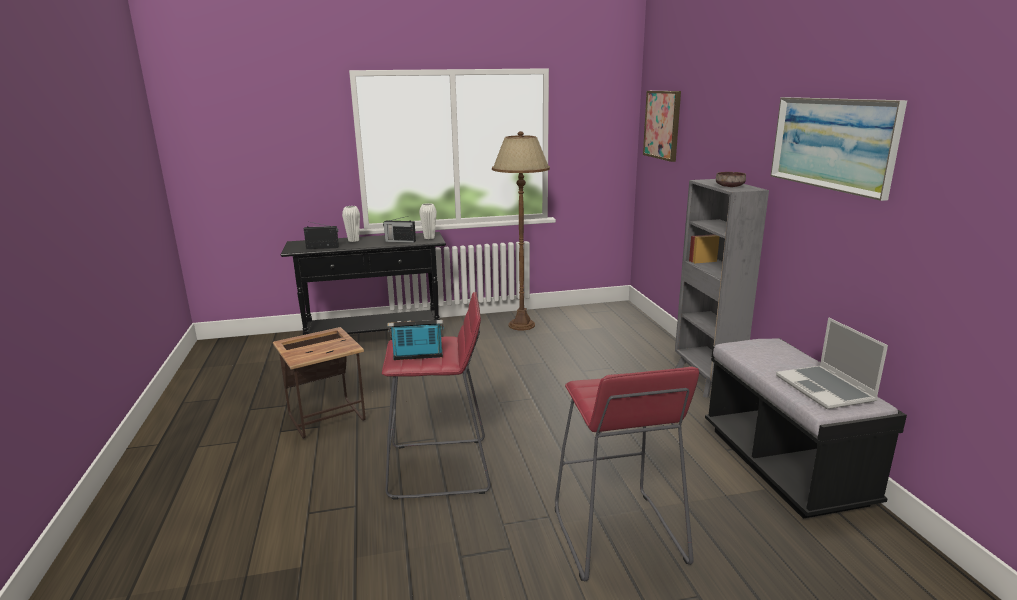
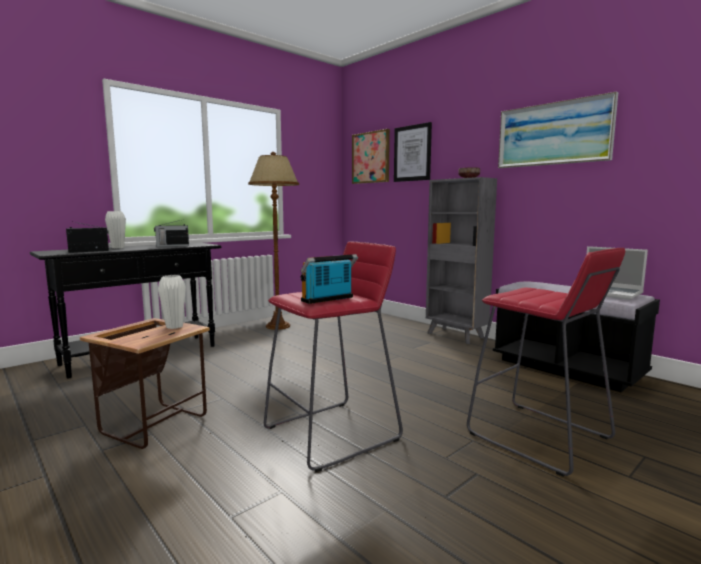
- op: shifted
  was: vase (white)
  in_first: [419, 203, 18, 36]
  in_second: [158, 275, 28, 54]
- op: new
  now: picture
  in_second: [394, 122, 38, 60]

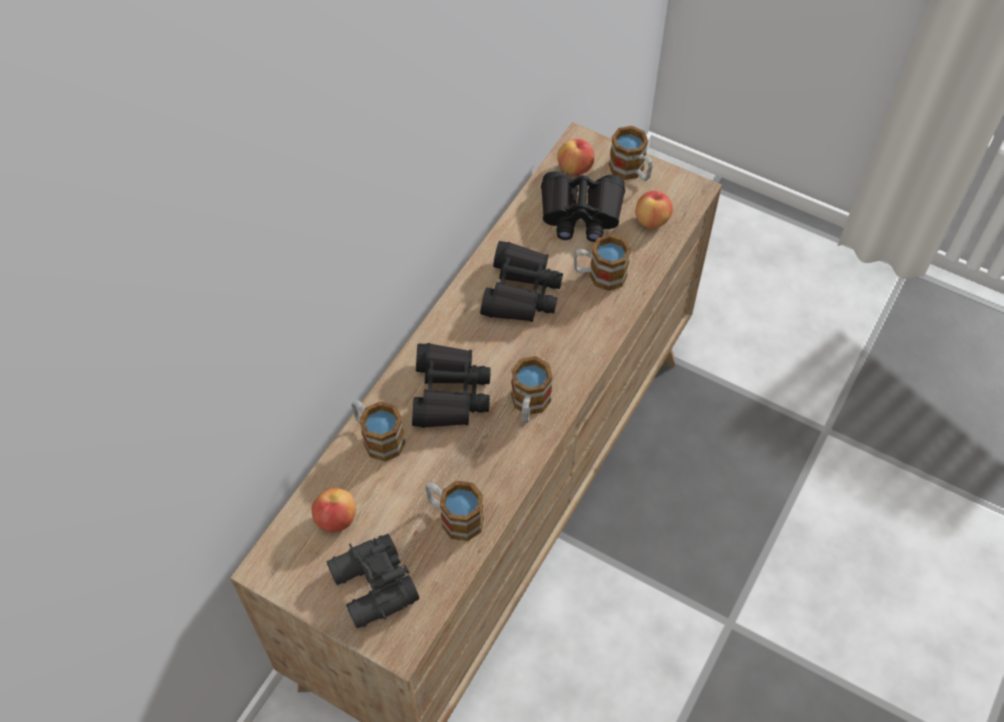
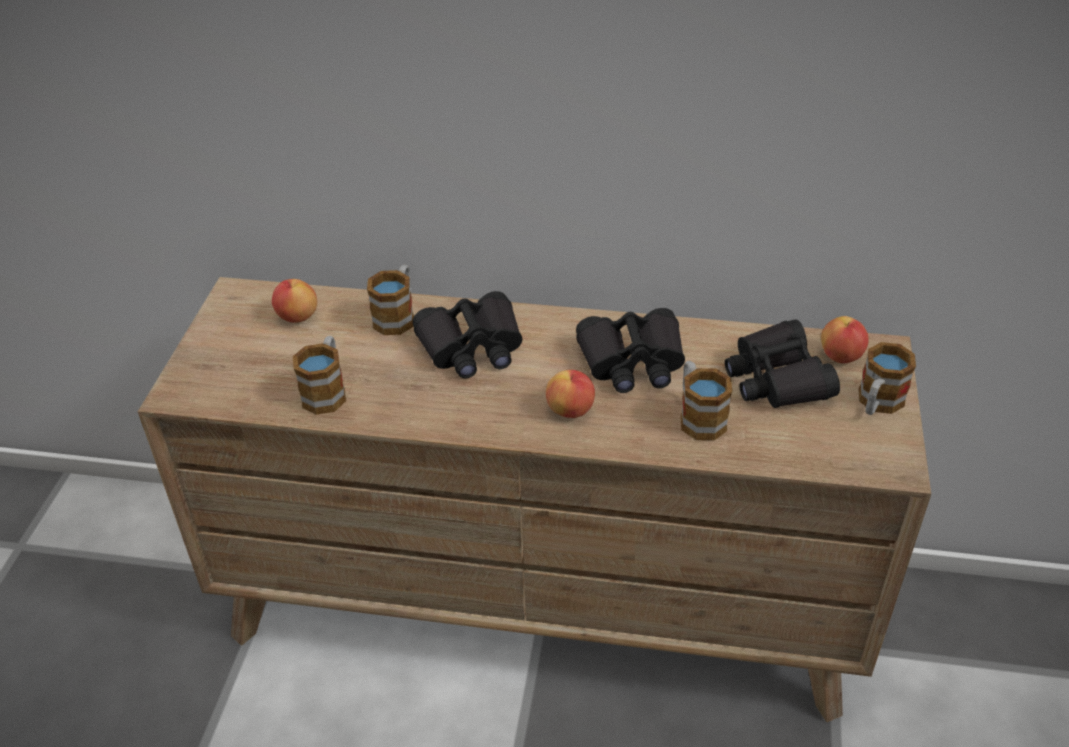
- op: shifted
  was: apple
  in_first: [635, 191, 38, 38]
  in_second: [546, 370, 49, 48]
- op: gone
  was: binoculars (black)
  in_first: [327, 534, 92, 94]
- op: gone
  was: mug
  in_first: [511, 356, 42, 67]

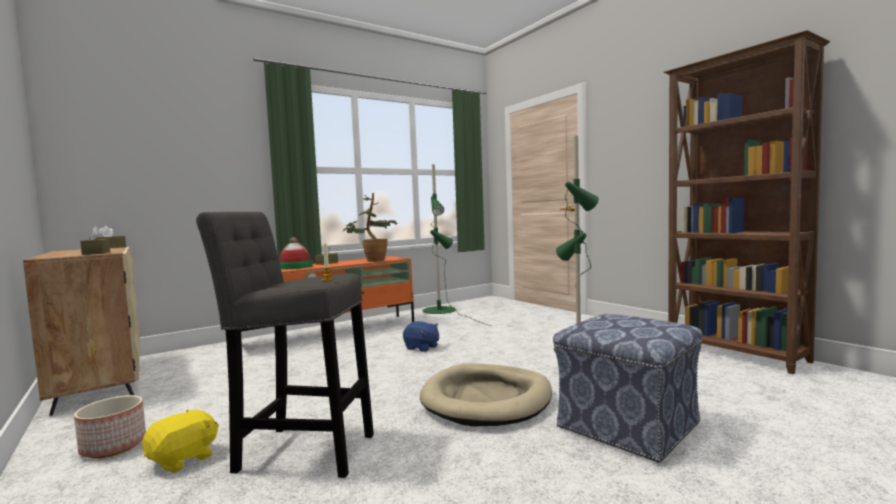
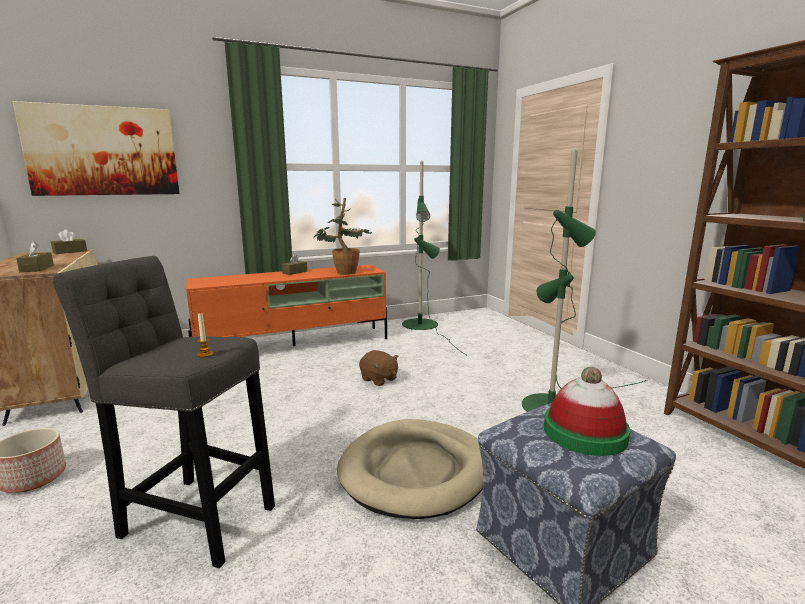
- op: new
  now: picture
  in_second: [13, 101, 167, 95]
- op: repainted
  was: plush toy (blue)
  now: plush toy (brown)
  in_first: [403, 321, 36, 31]
  in_second: [359, 350, 40, 36]
- op: shifted
  was: hat
  in_first: [279, 237, 34, 32]
  in_second: [544, 367, 86, 89]
- op: gone
  was: plush toy (yellow)
  in_first: [142, 409, 77, 63]

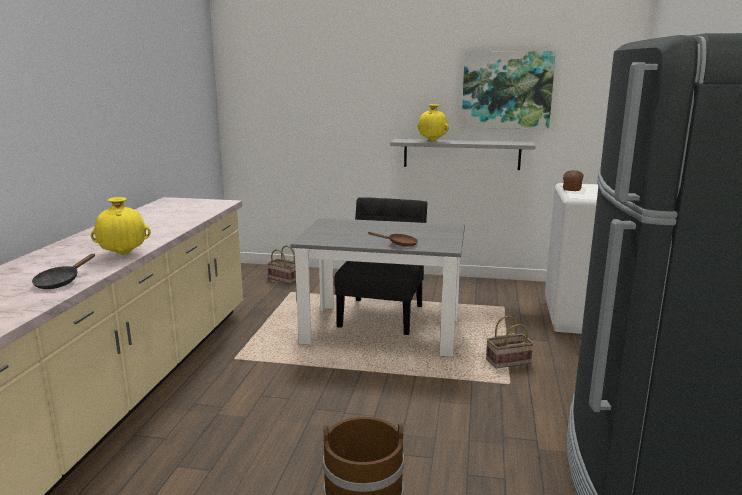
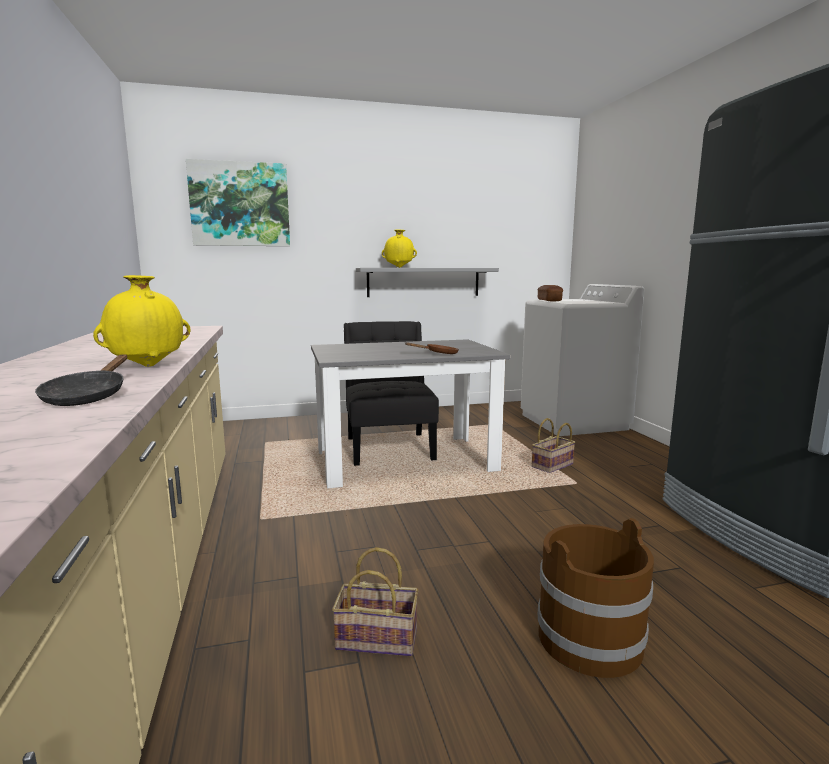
- op: shifted
  was: picture
  in_first: [461, 51, 95, 78]
  in_second: [186, 159, 104, 87]
- op: shifted
  was: basket
  in_first: [267, 245, 29, 39]
  in_second: [332, 547, 86, 109]

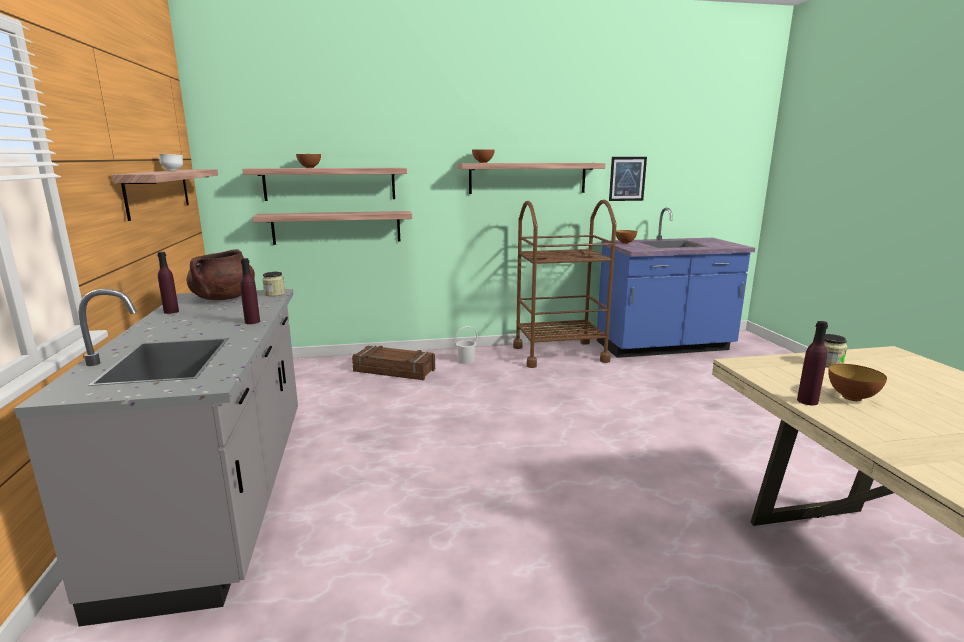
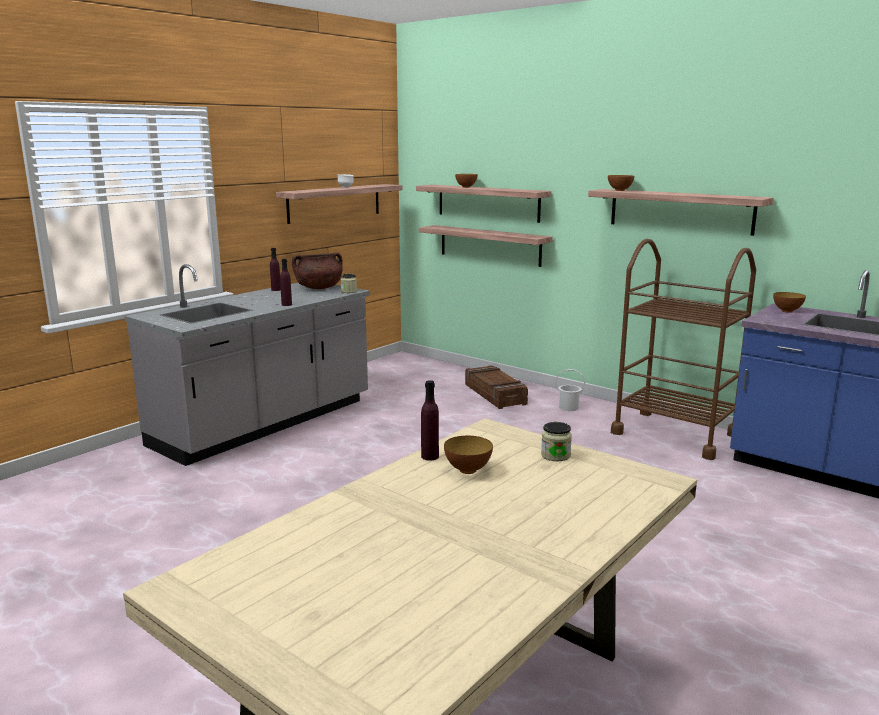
- op: gone
  was: picture
  in_first: [609, 157, 38, 44]

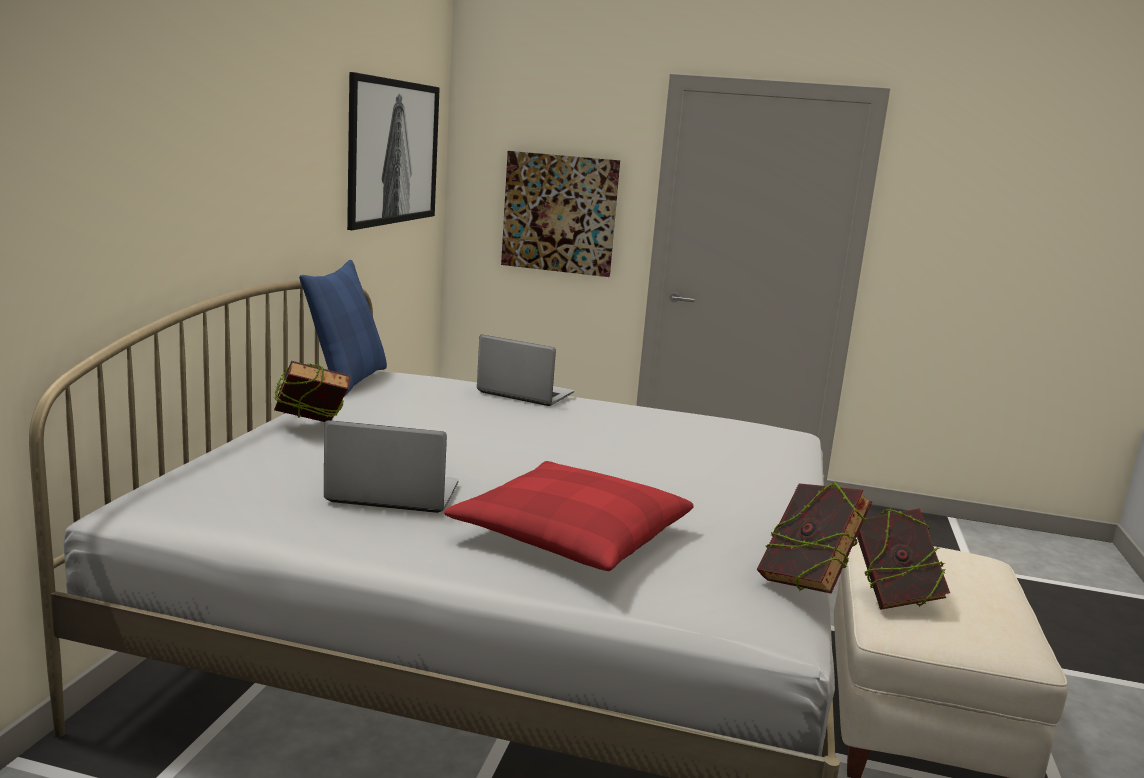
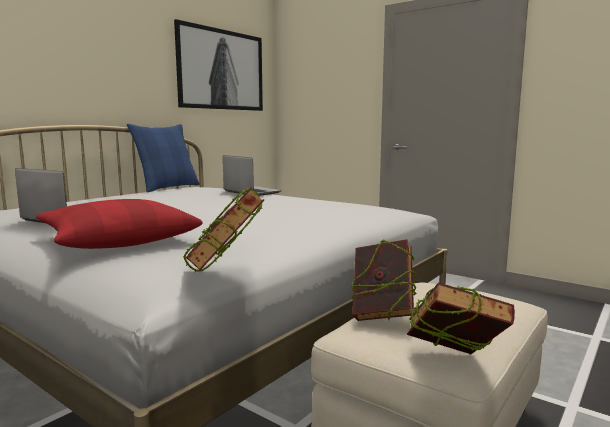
- op: shifted
  was: book
  in_first: [274, 361, 77, 61]
  in_second: [407, 283, 108, 71]
- op: gone
  was: picture
  in_first: [501, 151, 119, 126]

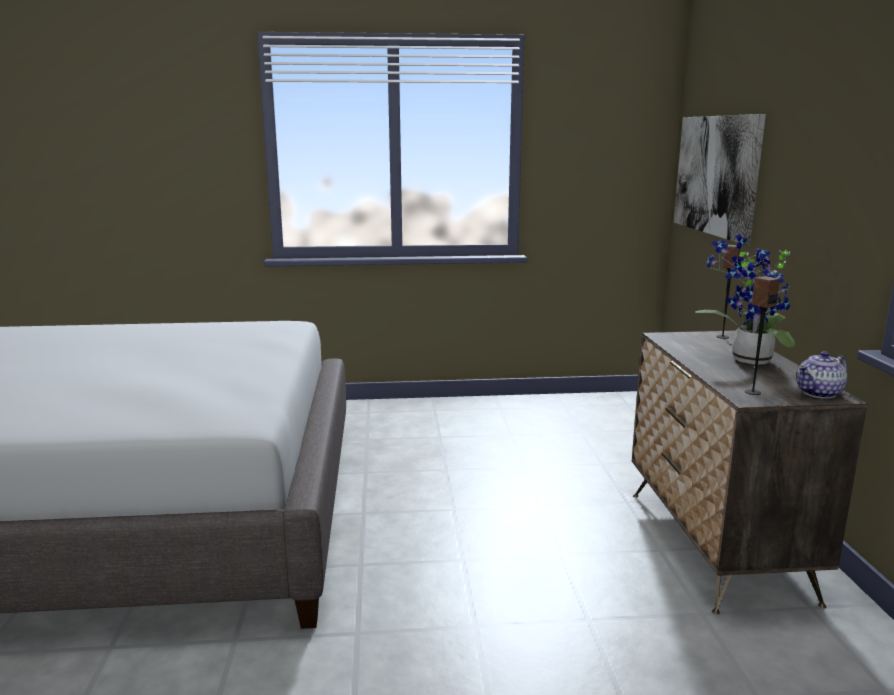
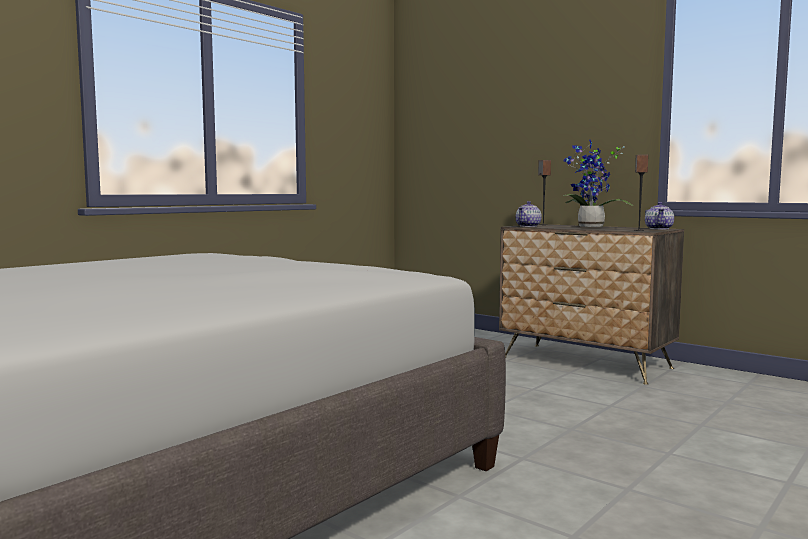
- op: new
  now: teapot
  in_second: [516, 201, 26, 26]
- op: gone
  was: picture
  in_first: [674, 114, 92, 131]

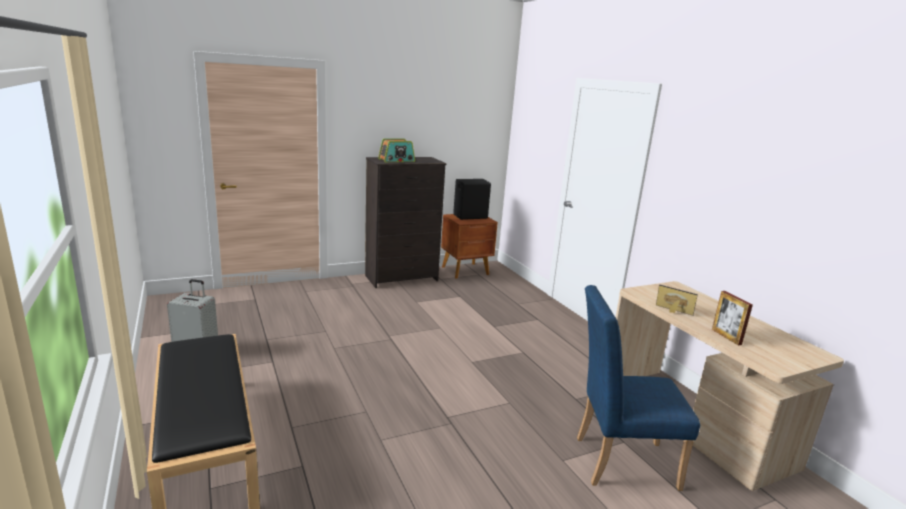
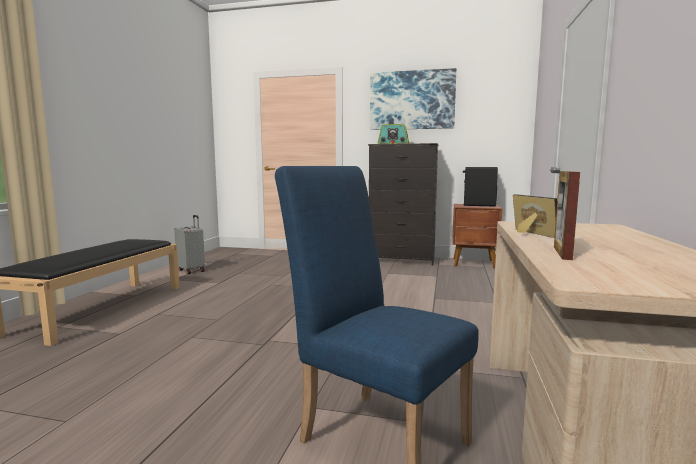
- op: new
  now: picture
  in_second: [370, 68, 86, 62]

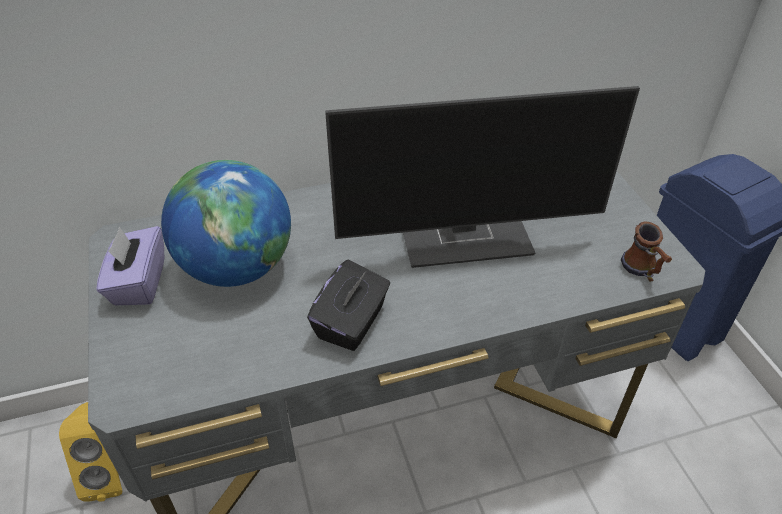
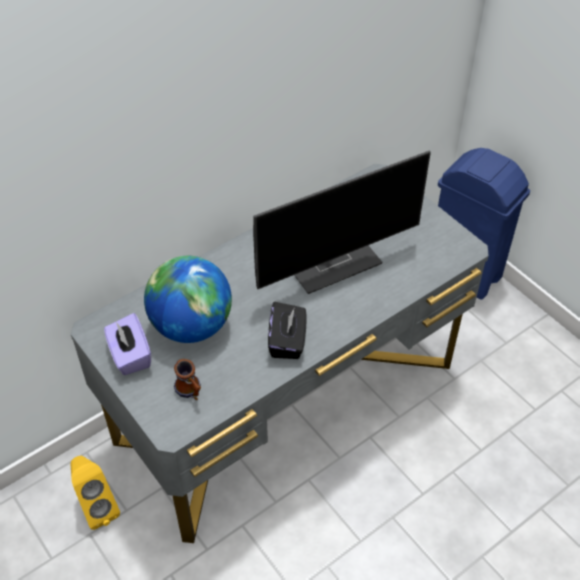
- op: shifted
  was: mug
  in_first: [621, 221, 51, 61]
  in_second: [174, 359, 27, 41]

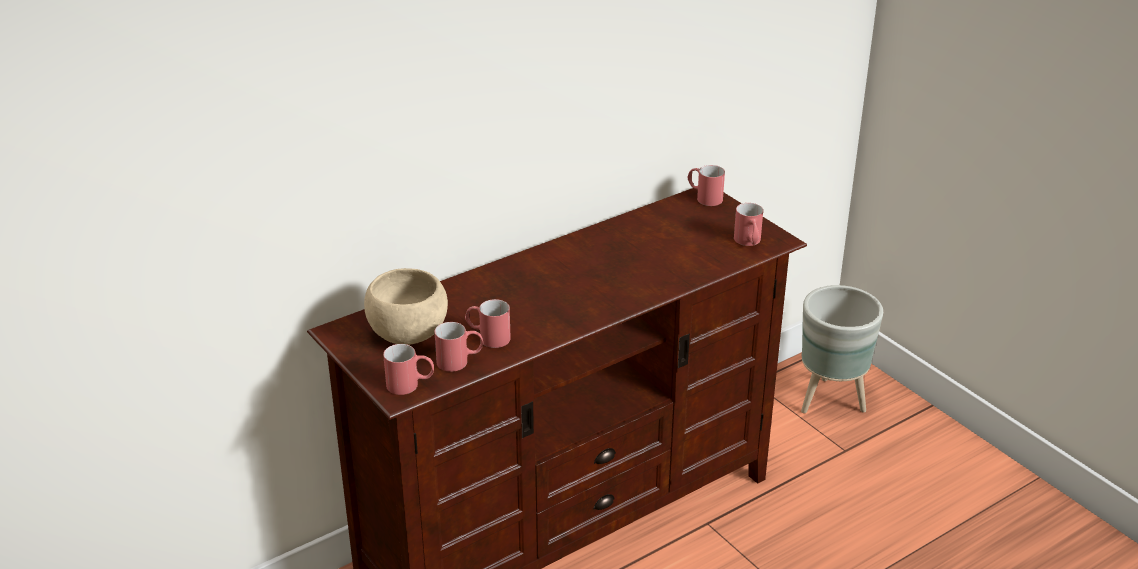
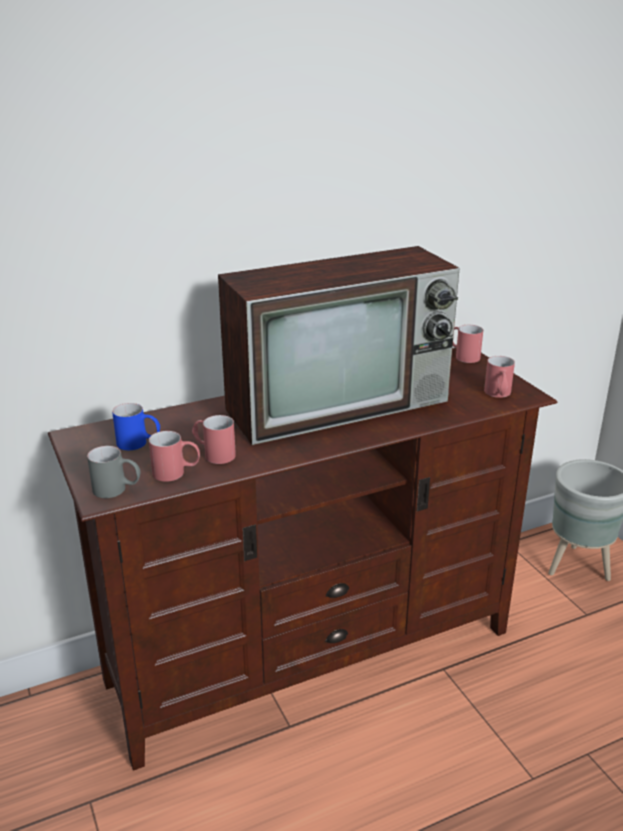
- op: repainted
  was: mug (red)
  now: mug (grey)
  in_first: [383, 344, 51, 51]
  in_second: [87, 446, 54, 52]
- op: swapped
  was: bowl (beige)
  now: mug (blue)
  in_first: [364, 268, 84, 77]
  in_second: [112, 403, 48, 47]
- op: new
  now: television
  in_second: [218, 246, 241, 199]

